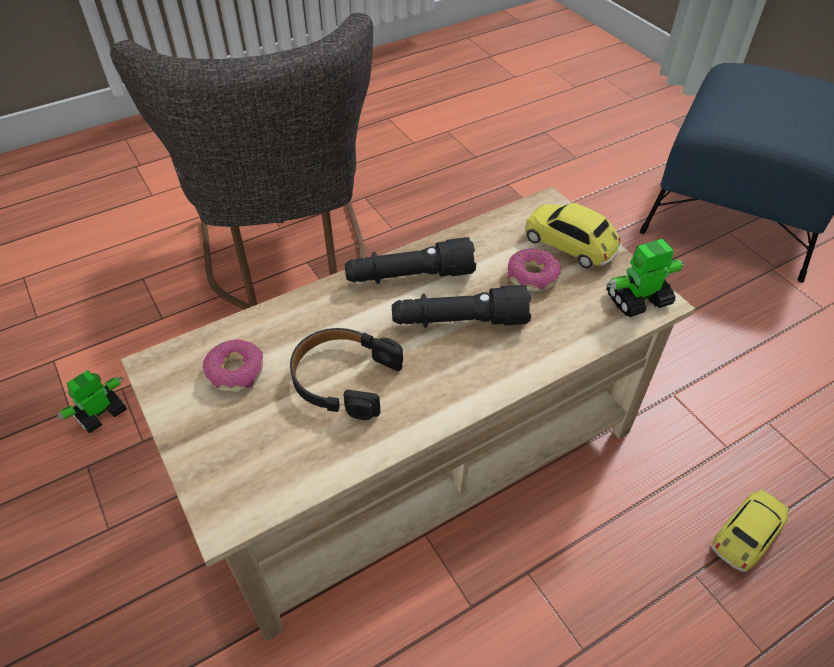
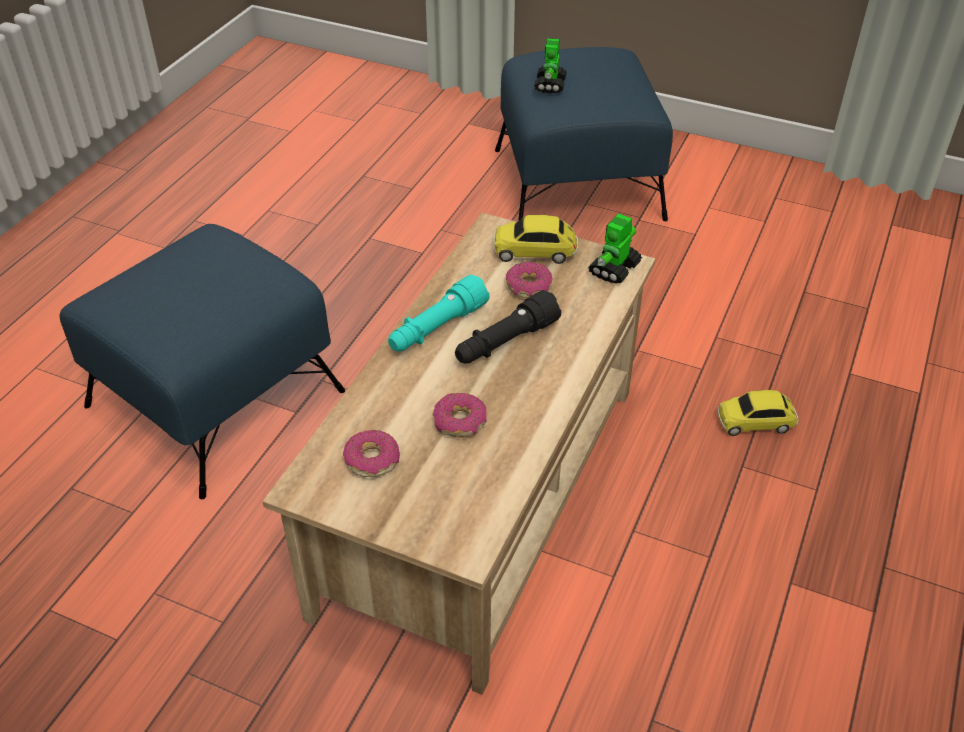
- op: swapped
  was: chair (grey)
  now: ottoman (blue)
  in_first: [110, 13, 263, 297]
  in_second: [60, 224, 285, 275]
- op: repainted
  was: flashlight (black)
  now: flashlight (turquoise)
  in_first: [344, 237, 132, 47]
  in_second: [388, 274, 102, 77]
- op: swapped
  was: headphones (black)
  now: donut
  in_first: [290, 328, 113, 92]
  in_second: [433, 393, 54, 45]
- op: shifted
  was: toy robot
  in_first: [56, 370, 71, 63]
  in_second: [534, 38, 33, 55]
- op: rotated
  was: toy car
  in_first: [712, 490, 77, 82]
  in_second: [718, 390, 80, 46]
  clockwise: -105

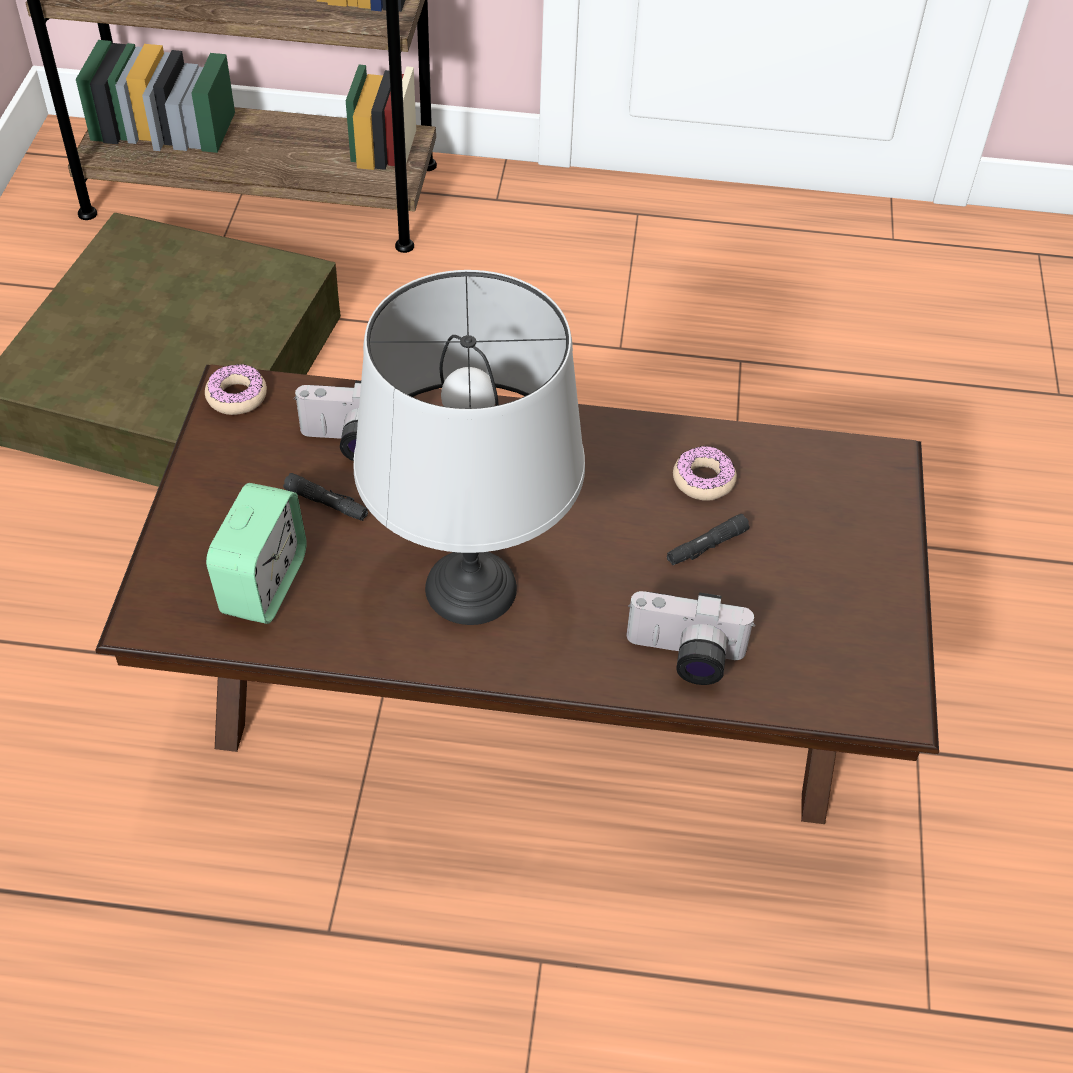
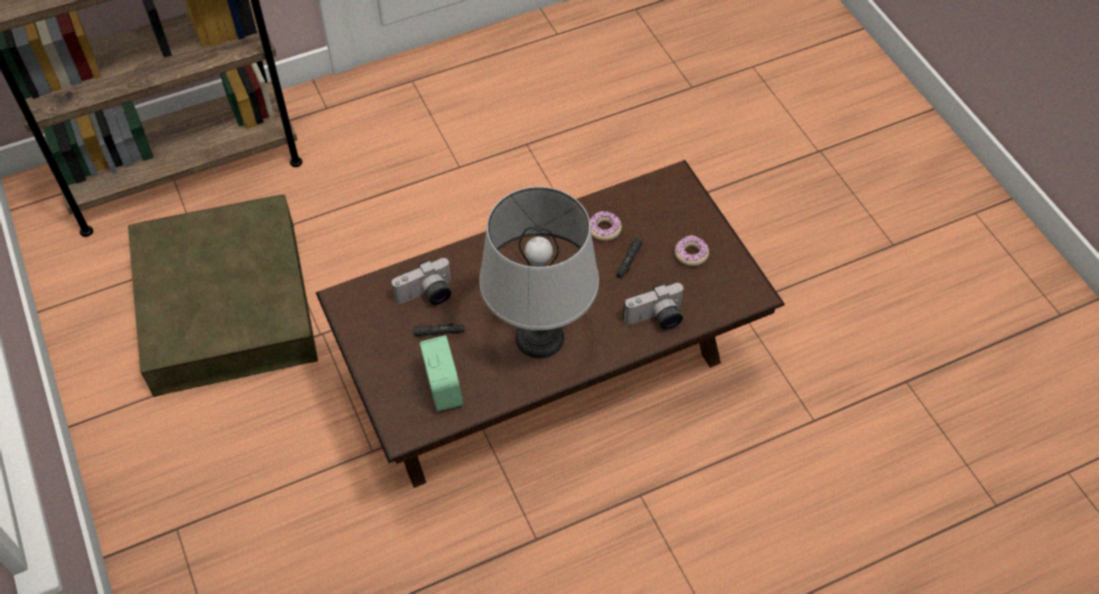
- op: shifted
  was: donut
  in_first: [205, 364, 62, 51]
  in_second: [675, 235, 34, 31]

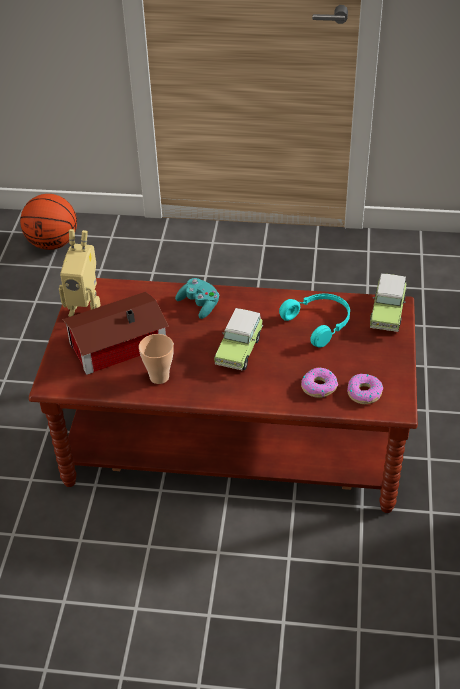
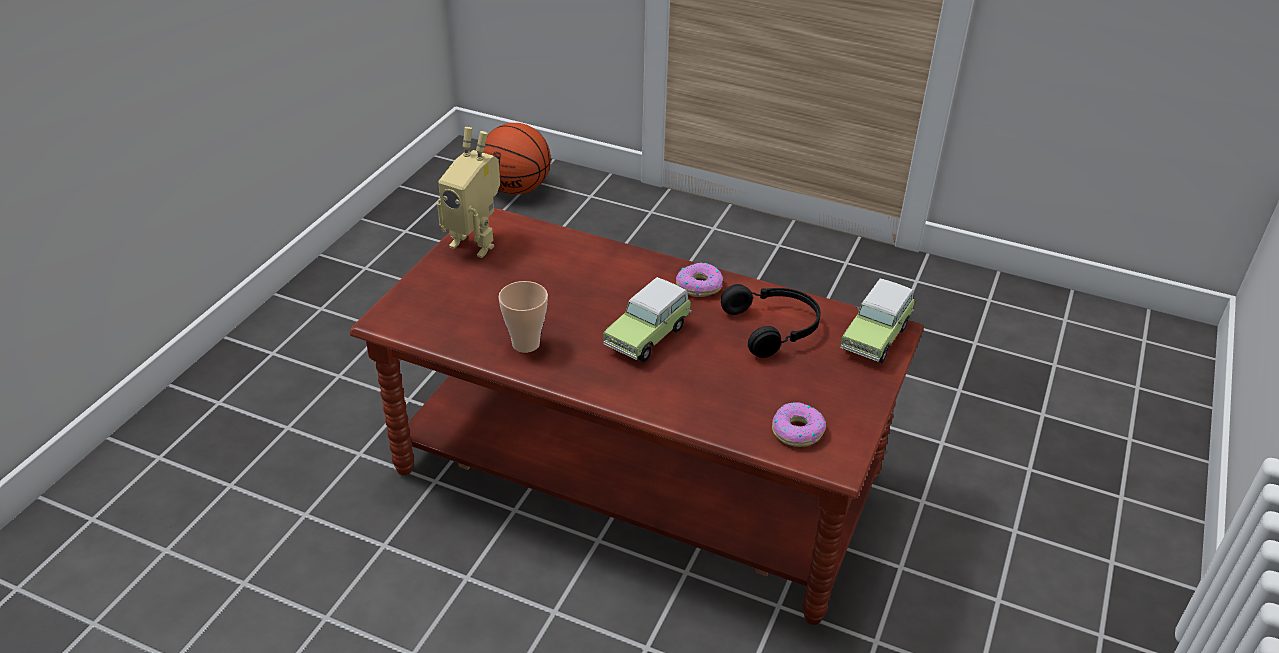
- op: shifted
  was: donut
  in_first: [301, 368, 37, 30]
  in_second: [676, 263, 47, 34]
- op: repainted
  was: headphones (turquoise)
  now: headphones (black)
  in_first: [279, 294, 71, 54]
  in_second: [721, 284, 100, 74]
- op: gone
  was: toy house
  in_first: [62, 292, 106, 83]
- op: gone
  was: game controller (turquoise)
  in_first: [175, 278, 45, 41]

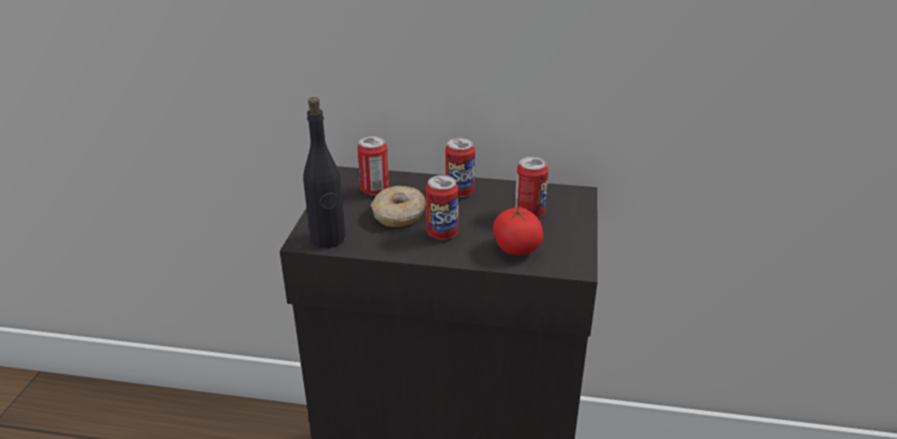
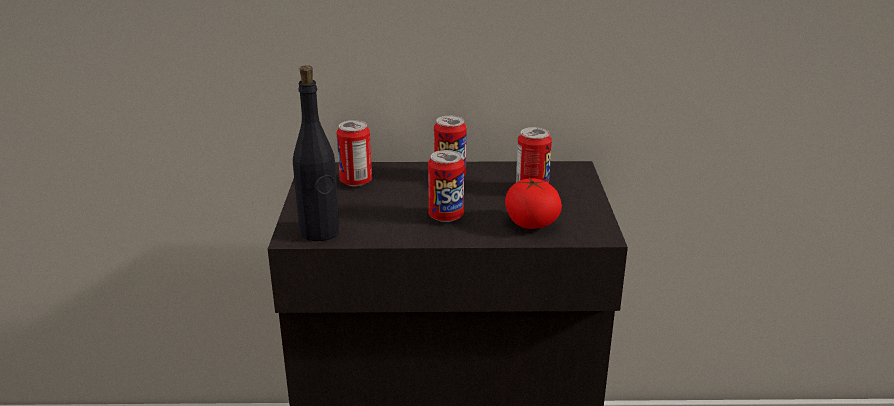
- op: gone
  was: donut
  in_first: [371, 186, 55, 41]

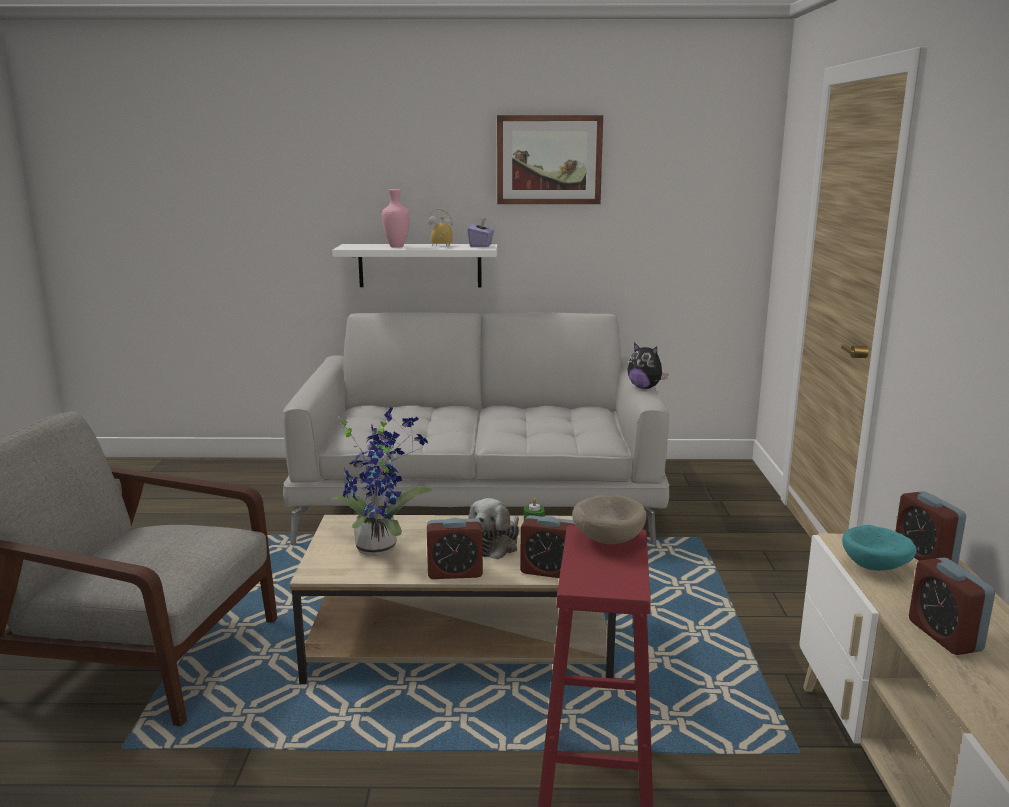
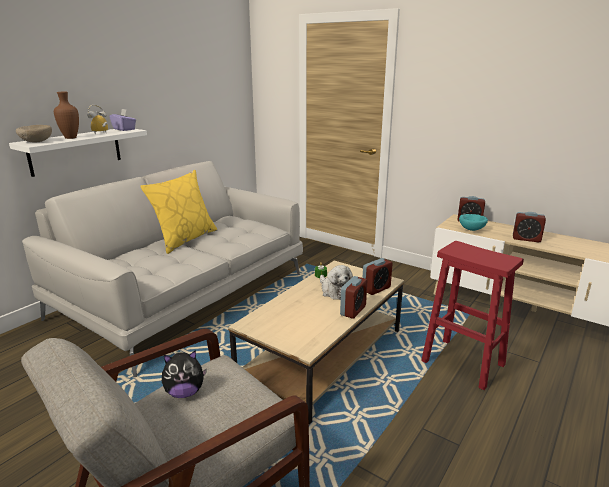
- op: shifted
  was: bowl (beige)
  in_first: [572, 495, 74, 49]
  in_second: [16, 125, 36, 18]
- op: repainted
  was: vase (pink)
  now: vase (brown)
  in_first: [382, 189, 28, 59]
  in_second: [54, 92, 25, 47]
- op: new
  now: pillow (yellow)
  in_second: [140, 170, 77, 84]
- op: shifted
  was: plush toy
  in_first: [627, 342, 41, 47]
  in_second: [162, 350, 45, 48]
- op: gone
  was: potted plant
  in_first: [329, 407, 103, 149]
- op: gone
  was: picture
  in_first: [497, 115, 106, 89]

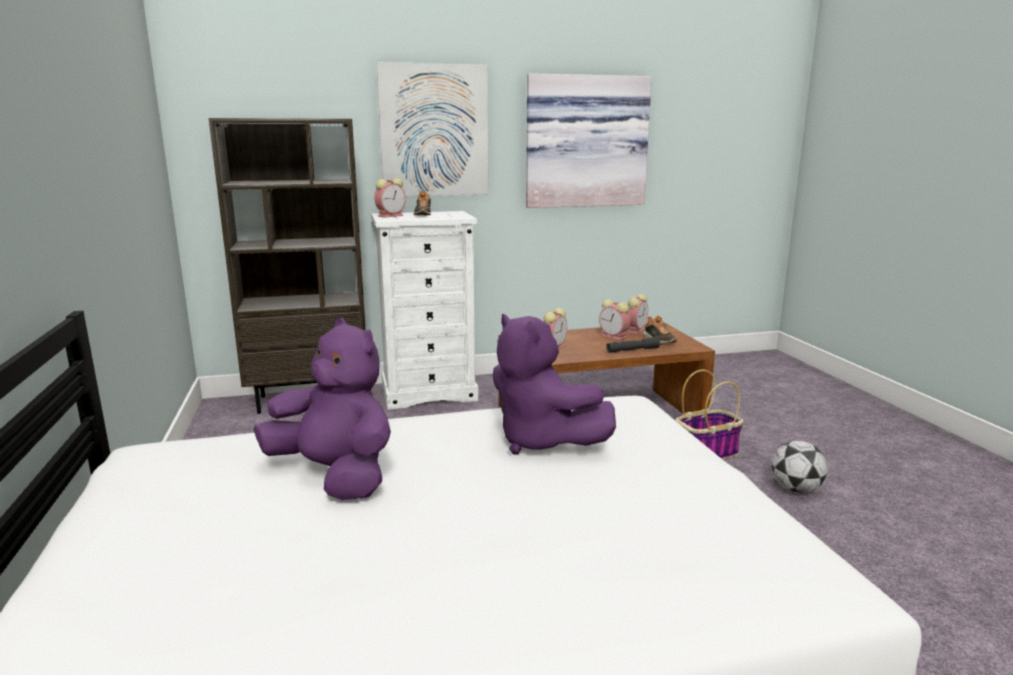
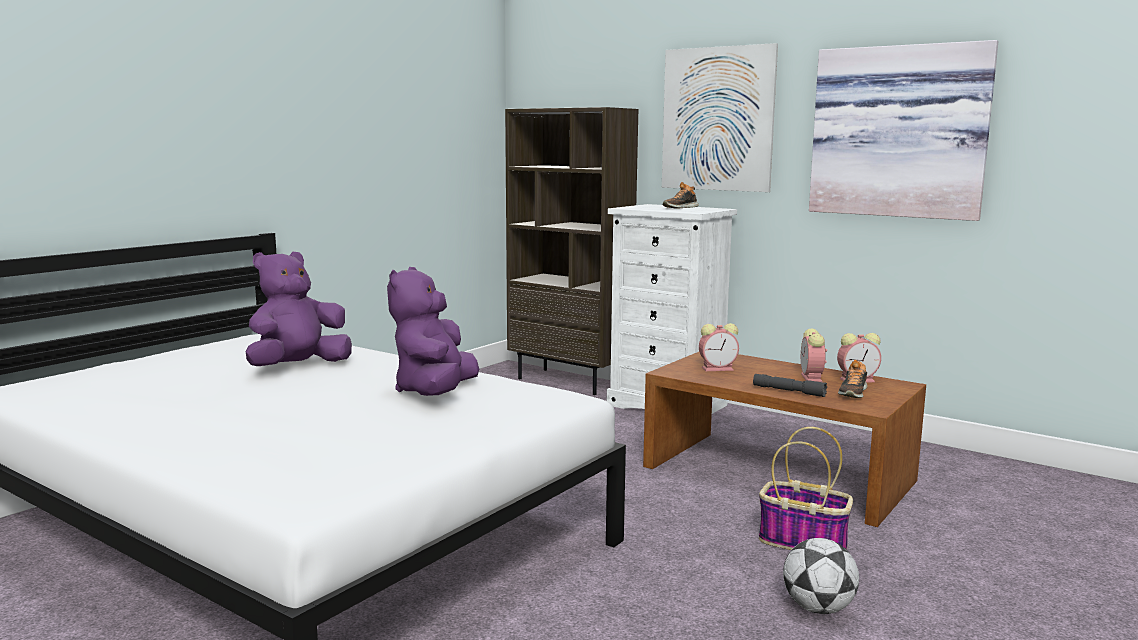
- op: rotated
  was: plush toy (purple)
  in_first: [253, 318, 138, 182]
  in_second: [246, 252, 106, 114]
  clockwise: -135
- op: gone
  was: alarm clock
  in_first: [374, 178, 32, 40]

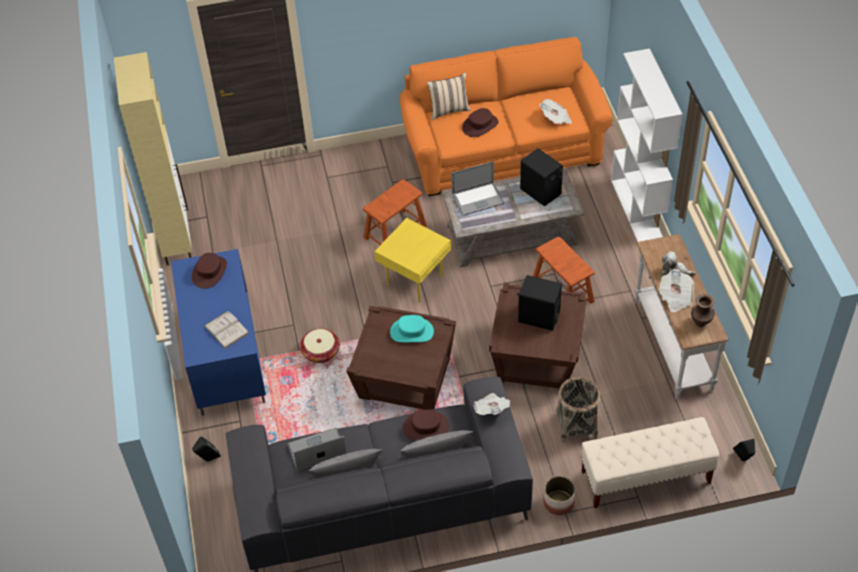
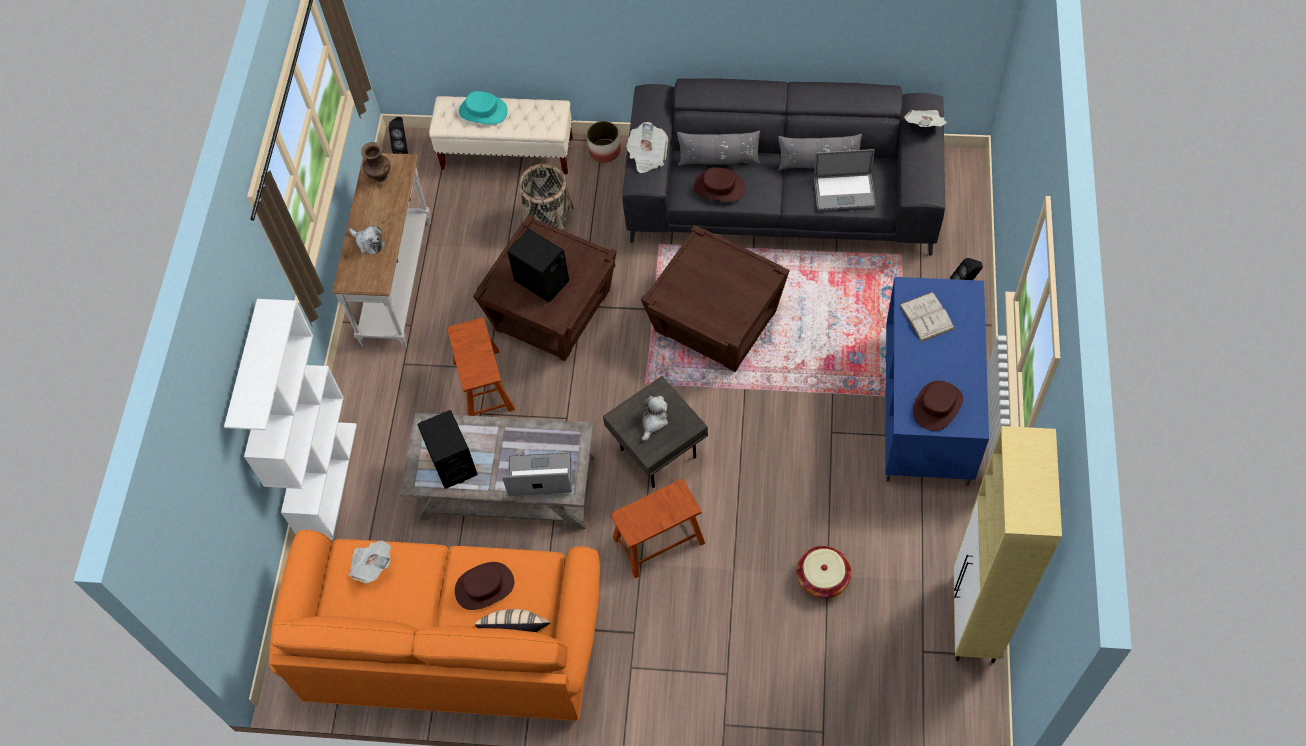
- op: shifted
  was: hat (turquoise)
  in_first: [390, 315, 44, 27]
  in_second: [459, 91, 49, 34]
- op: repainted
  was: side table (yellow)
  now: side table (grey)
  in_first: [374, 218, 77, 84]
  in_second: [603, 376, 105, 112]
- op: new
  now: plush toy
  in_second: [641, 396, 27, 45]
- op: shifted
  was: basket
  in_first: [300, 328, 40, 35]
  in_second: [796, 546, 55, 52]
- op: shifted
  was: newspaper
  in_first: [659, 269, 35, 43]
  in_second: [904, 110, 43, 17]

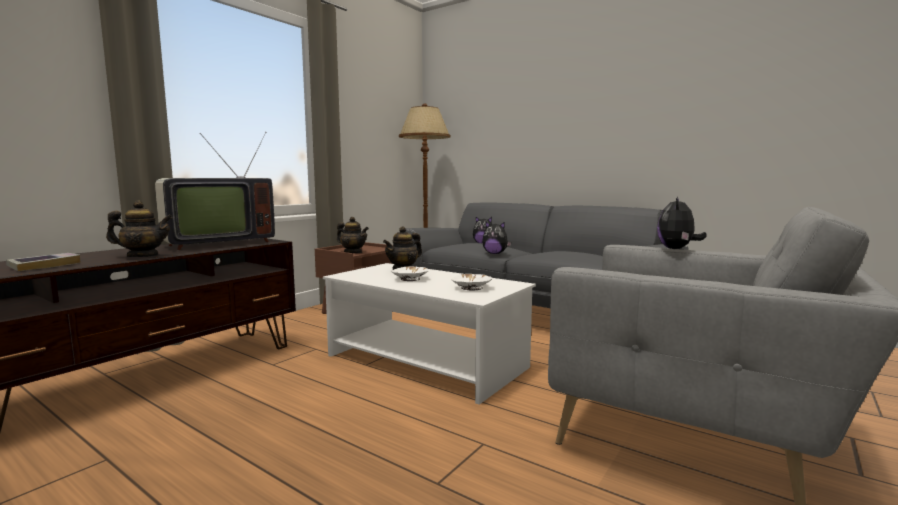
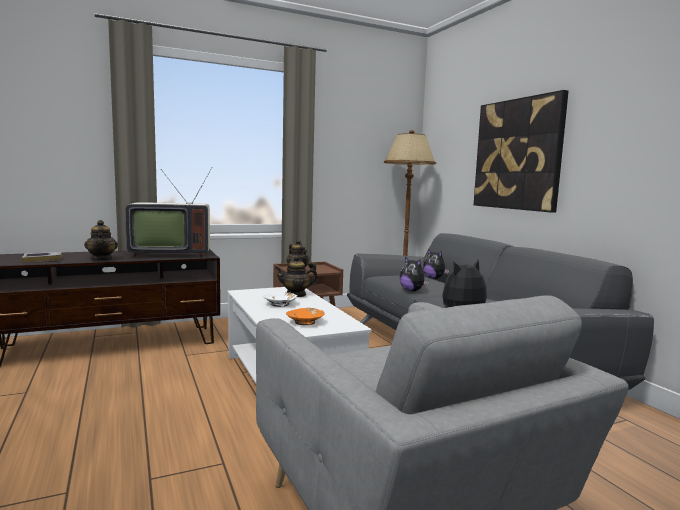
- op: rotated
  was: teapot
  in_first: [106, 201, 67, 56]
  in_second: [84, 220, 34, 41]
  clockwise: 45
- op: repainted
  was: bowl (white)
  now: bowl (orange)
  in_first: [452, 274, 40, 17]
  in_second: [286, 308, 39, 17]
- op: new
  now: picture
  in_second: [474, 90, 95, 123]

